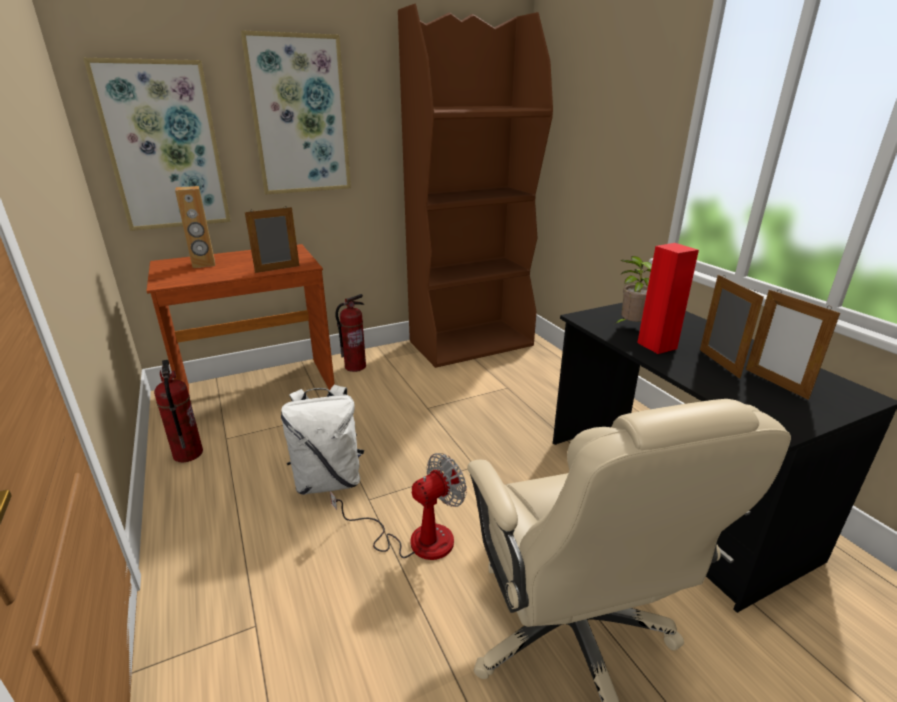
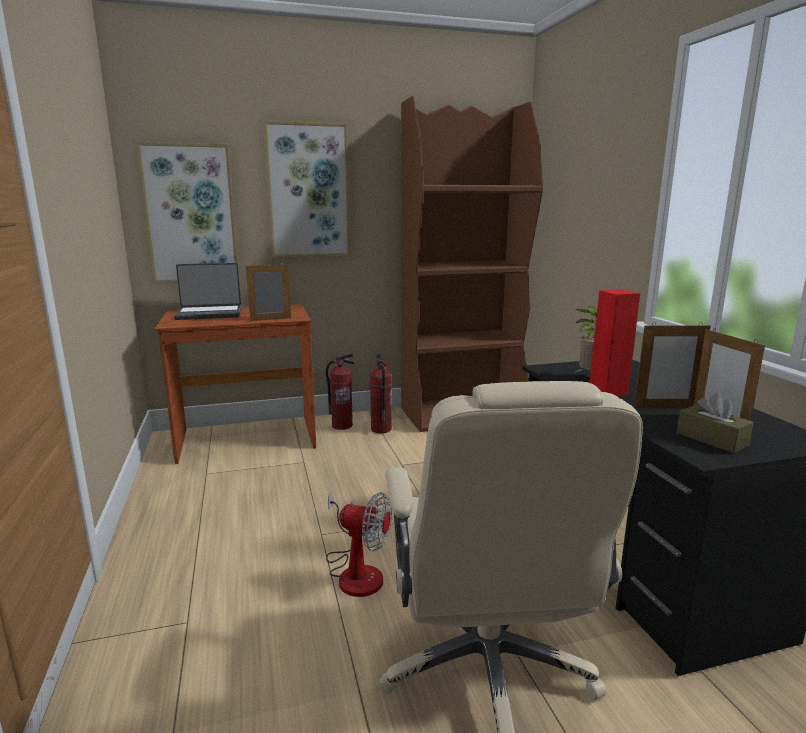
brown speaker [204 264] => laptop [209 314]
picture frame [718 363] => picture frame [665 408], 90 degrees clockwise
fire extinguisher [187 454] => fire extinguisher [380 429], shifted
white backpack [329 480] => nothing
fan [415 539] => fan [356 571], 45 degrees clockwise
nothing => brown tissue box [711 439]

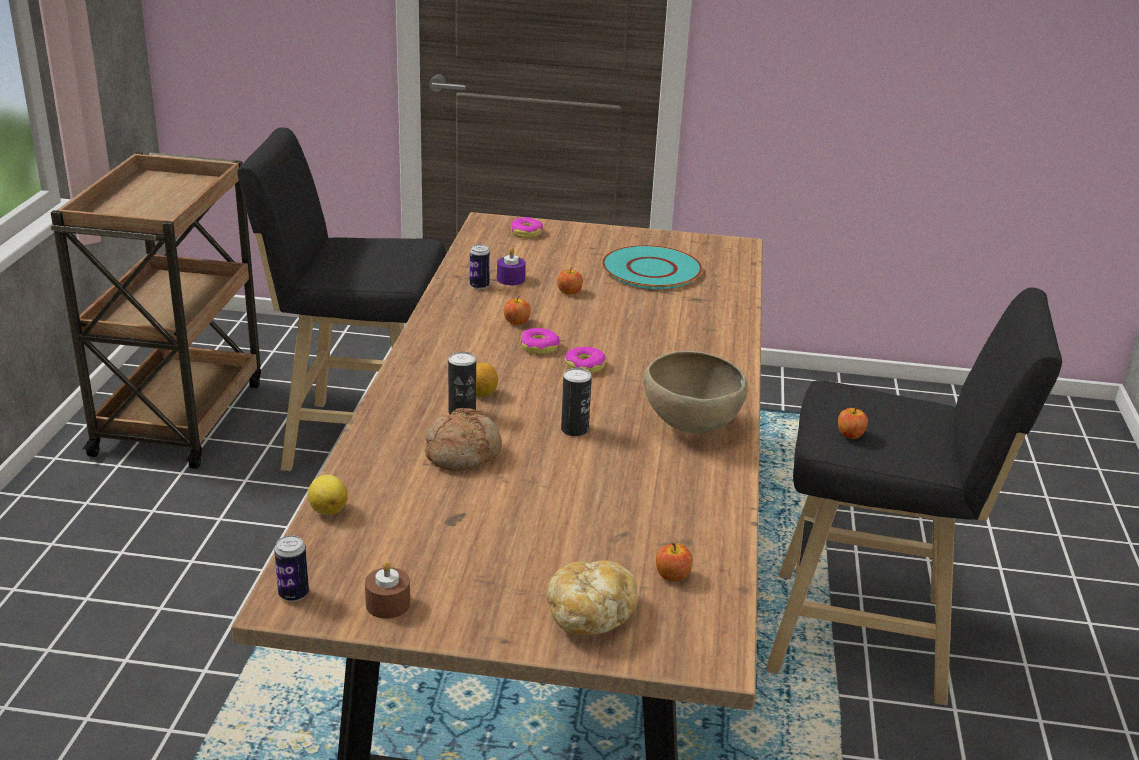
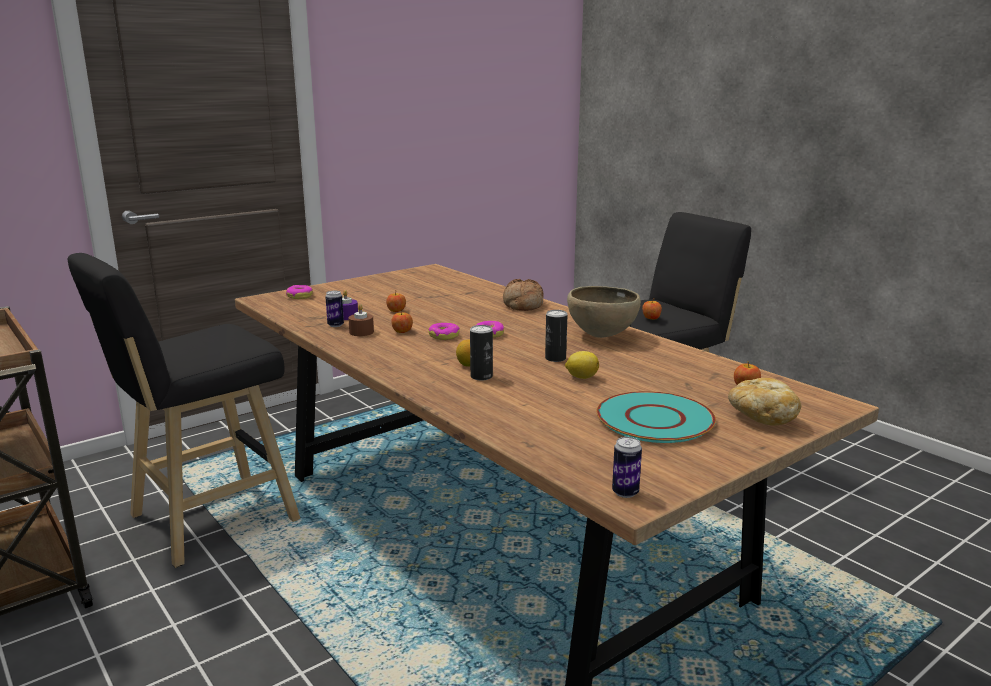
turquoise plate [651 270] => turquoise plate [655 419], shifted
bread [462 452] => bread [522 305], shifted
lemon [328 509] => lemon [581 377], shifted
brown candle [388 604] => brown candle [361 332], shifted

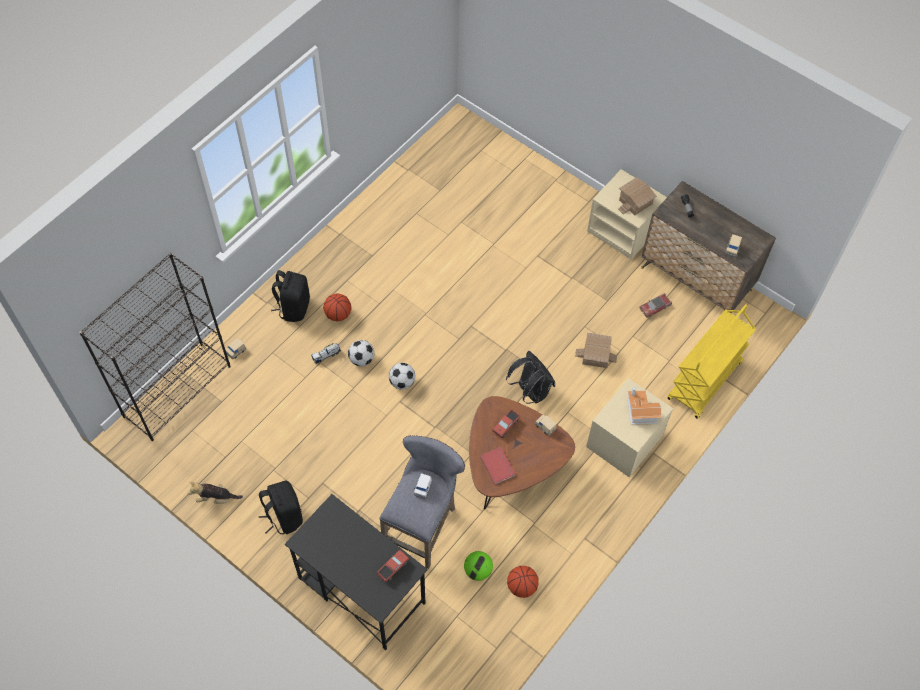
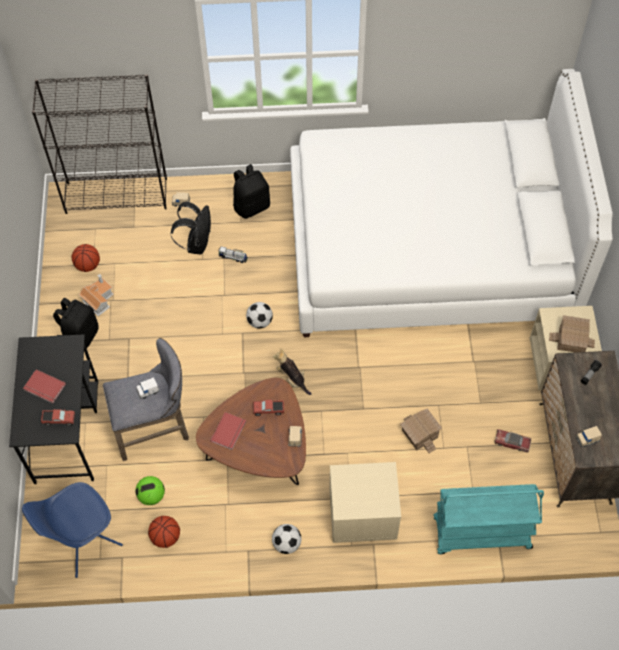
basketball [338 314] => basketball [88 265], shifted
yellow cart [704 381] => turquoise cart [481 533]
football [361 359] => football [287 543], shifted
black backpack [530 391] => black backpack [197 243], shifted
toy house [640 411] => toy house [98 299], shifted
plush toy [216 498] => plush toy [292 378], shifted
nothing => white bed [429 249]
nothing => red book [44 388]
nothing => blue chair [83 541]

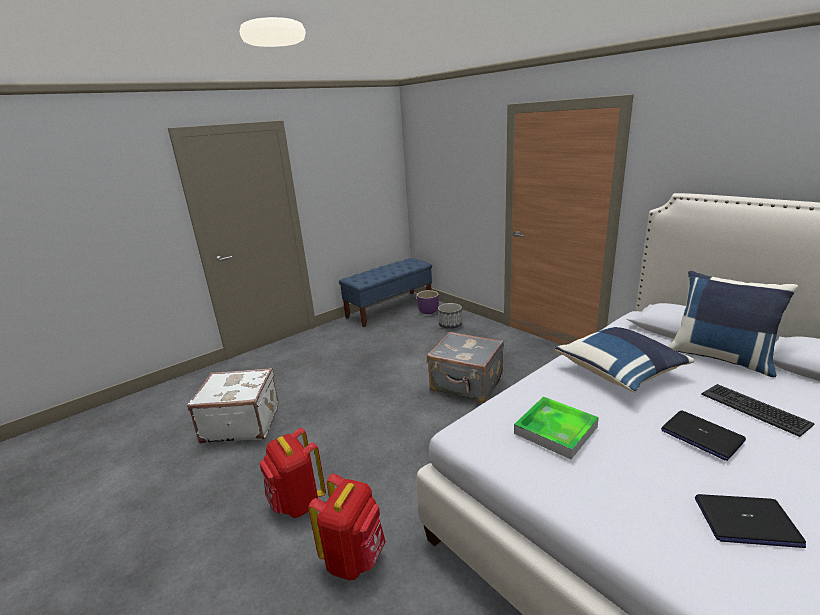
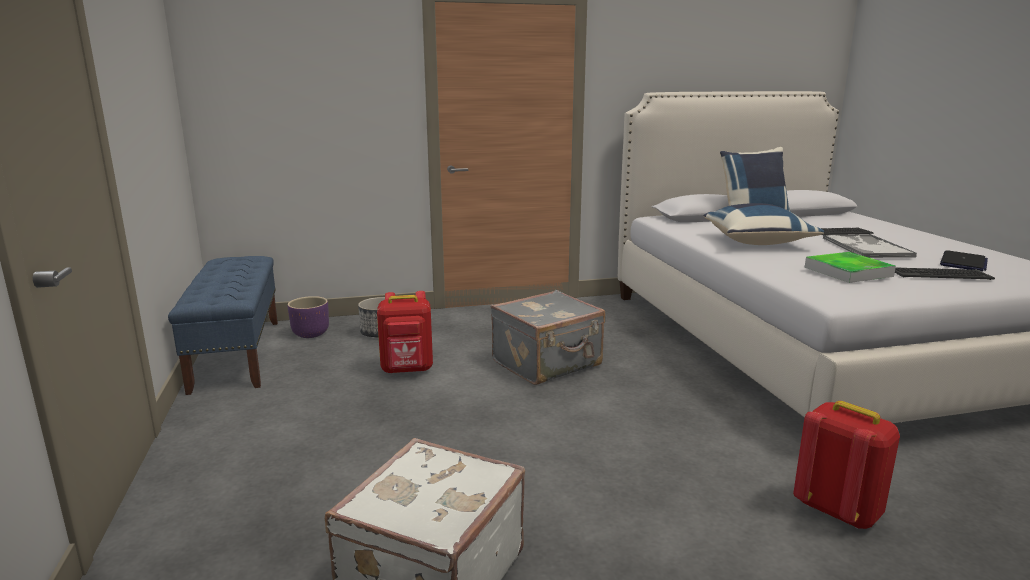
laptop [701 436] => tray [866 247]
red backpack [297 503] => red backpack [407 370], shifted
nothing => keyboard [939 274]

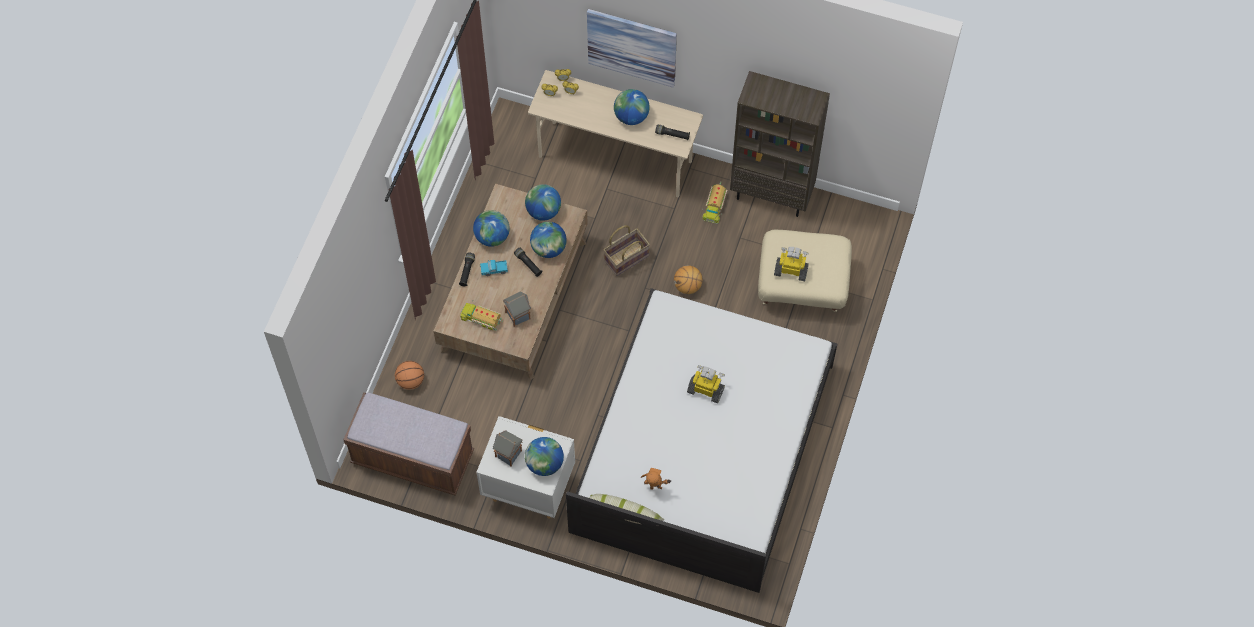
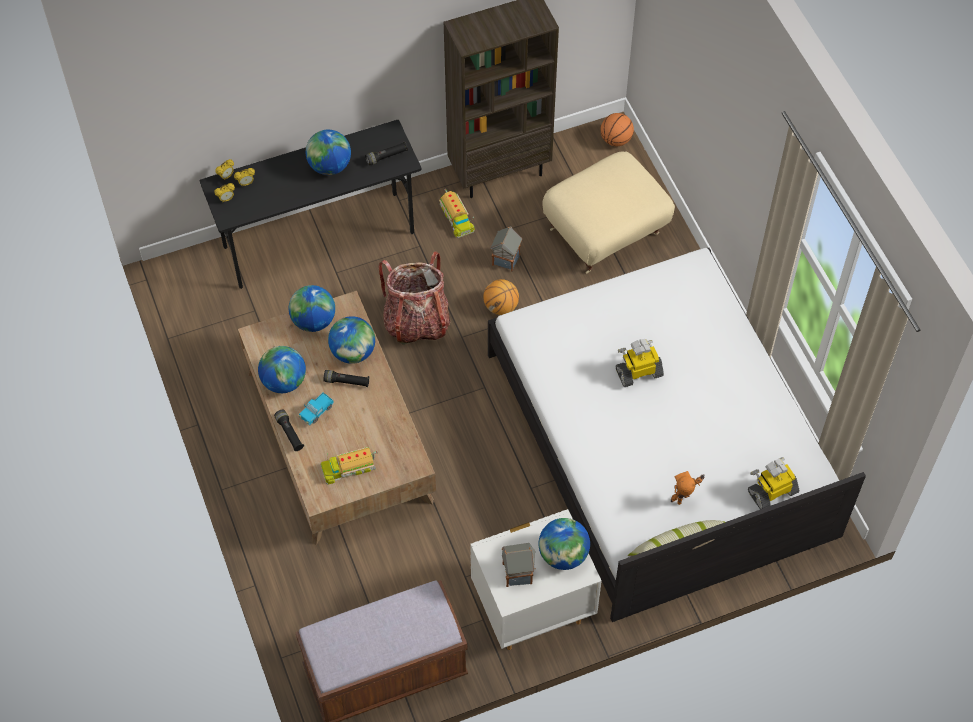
picture [632 47] => nothing
beige desk [616 159] => black desk [319 239]
basket [626 257] => backpack [416 322]
toy robot [791 270] => toy robot [772 491], shifted
toy house [518 315] => toy house [506 259], shifted
basketball [410 381] => basketball [616 140], shifted

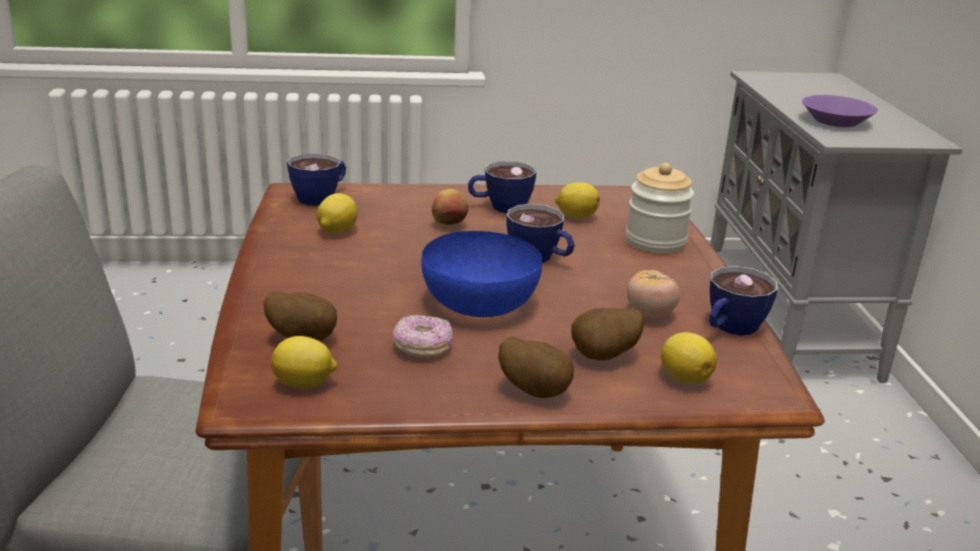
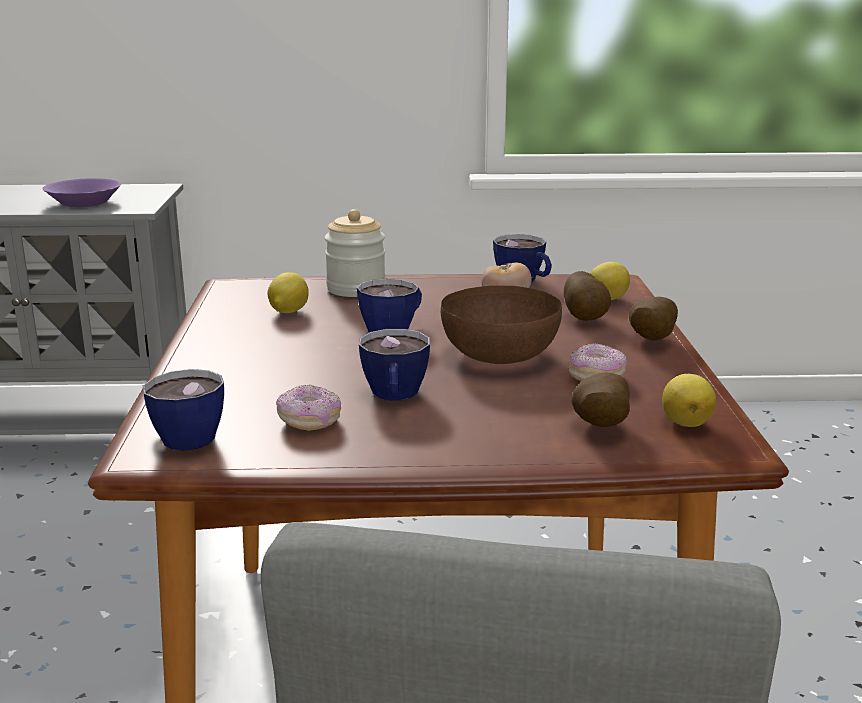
cup [500 207] => cup [395 396], shifted
apple [449 225] => nothing
lemon [336 231] => donut [310 421]
blue bowl [478 303] => brown bowl [499 355]

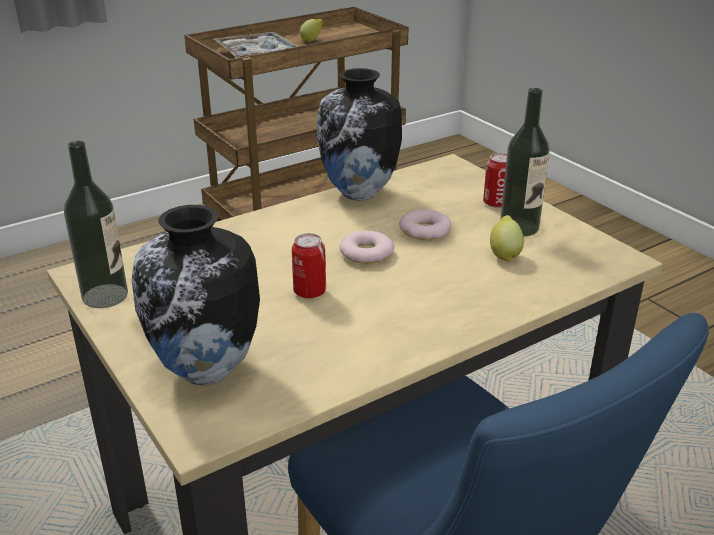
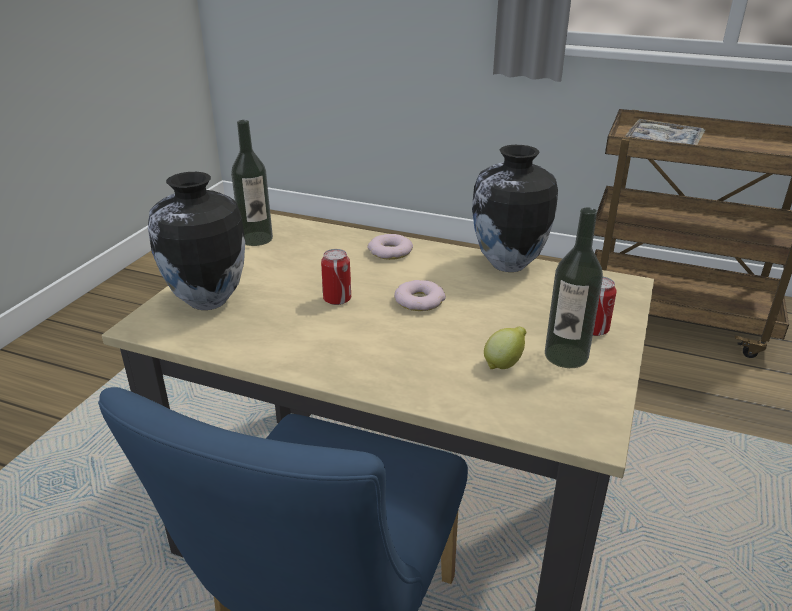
lemon [311 40] => nothing
donut [425 230] => donut [390 251], shifted

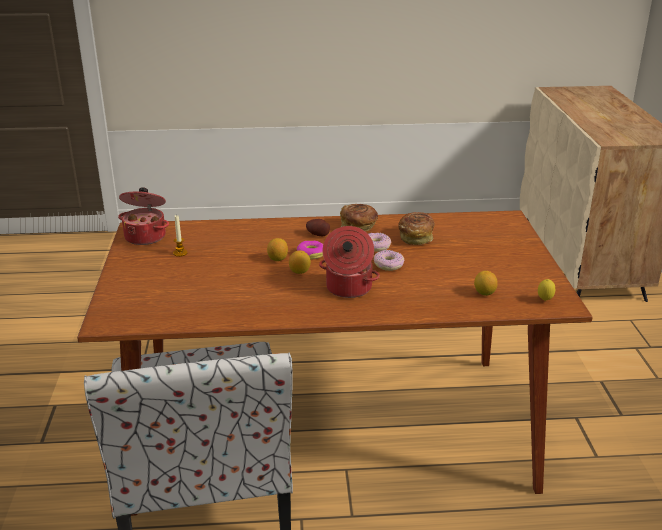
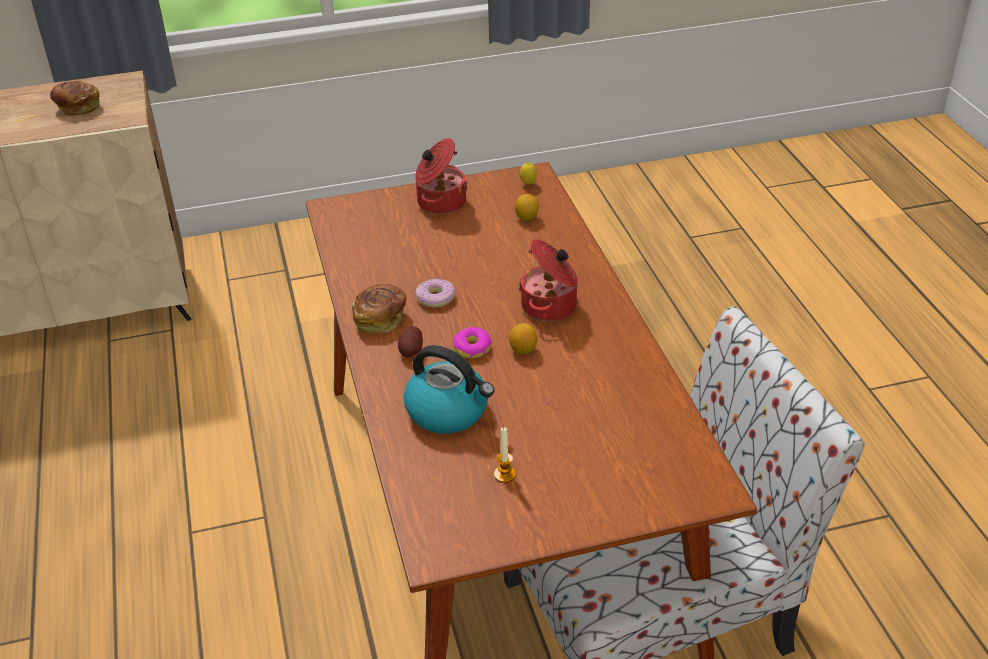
cooking pot [146 236] => cooking pot [440 202], shifted
bread [416 237] => bread [77 107], shifted
lemon [277 259] => nothing
donut [388 265] => nothing
nothing => kettle [449 411]

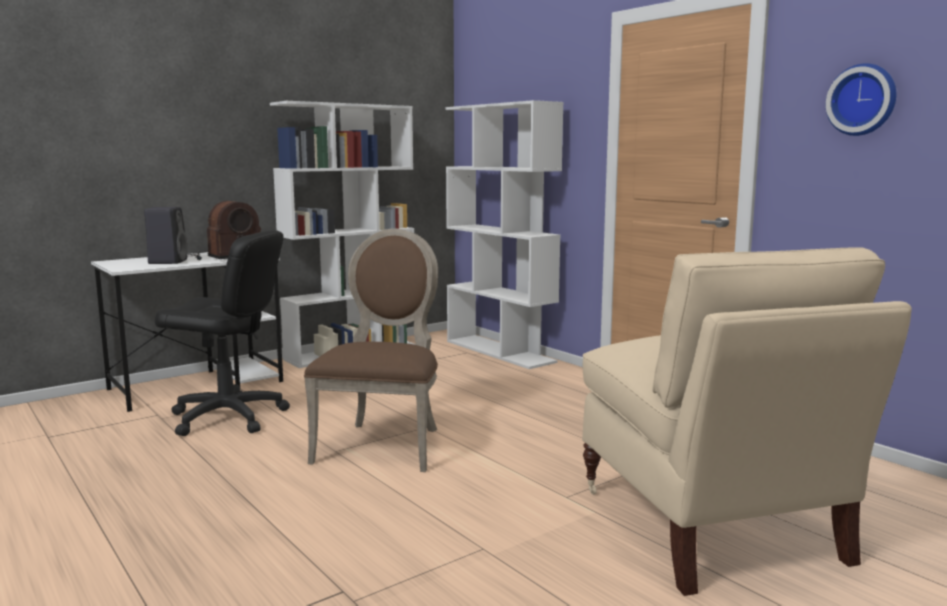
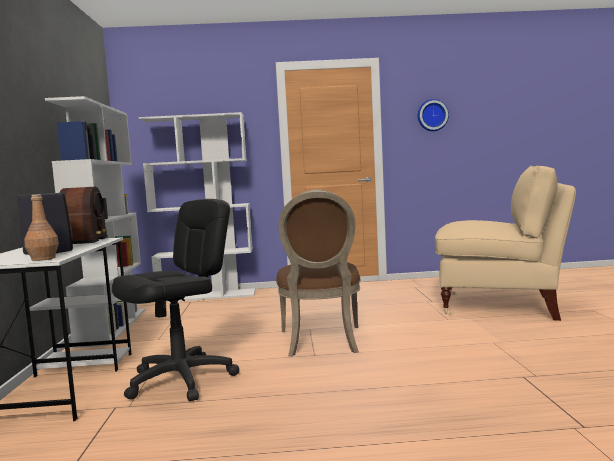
brown chair [383 444] => brown chair [321 342], 135 degrees counterclockwise
nothing => brown bottle [43 259]

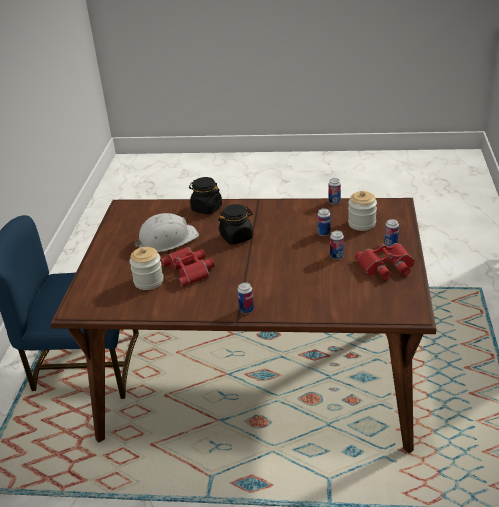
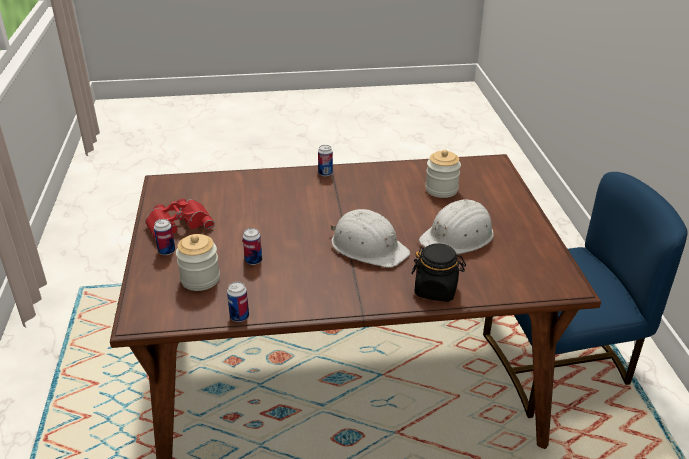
black jar [237 237] => white hard hat [368 247]
can [336 256] => nothing
red binoculars [190 269] => nothing

